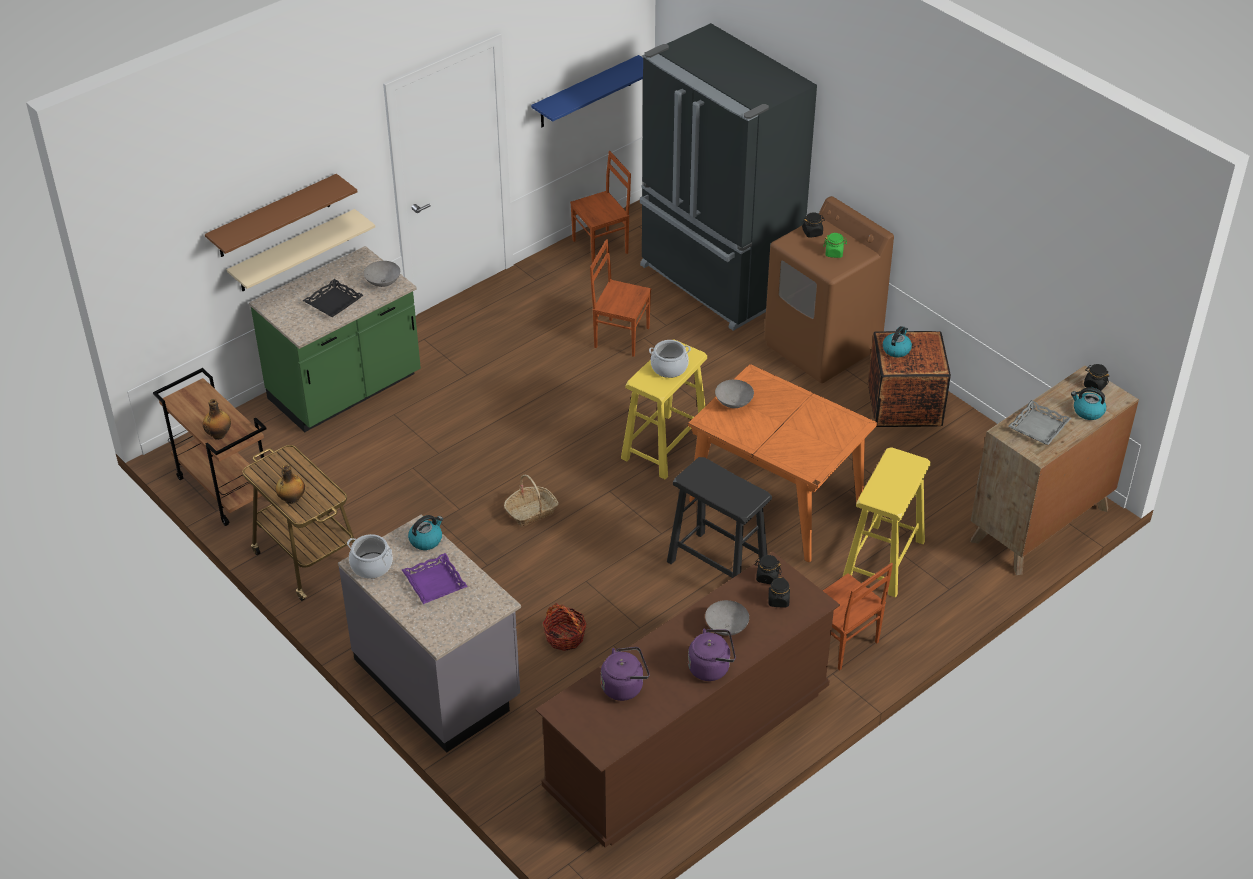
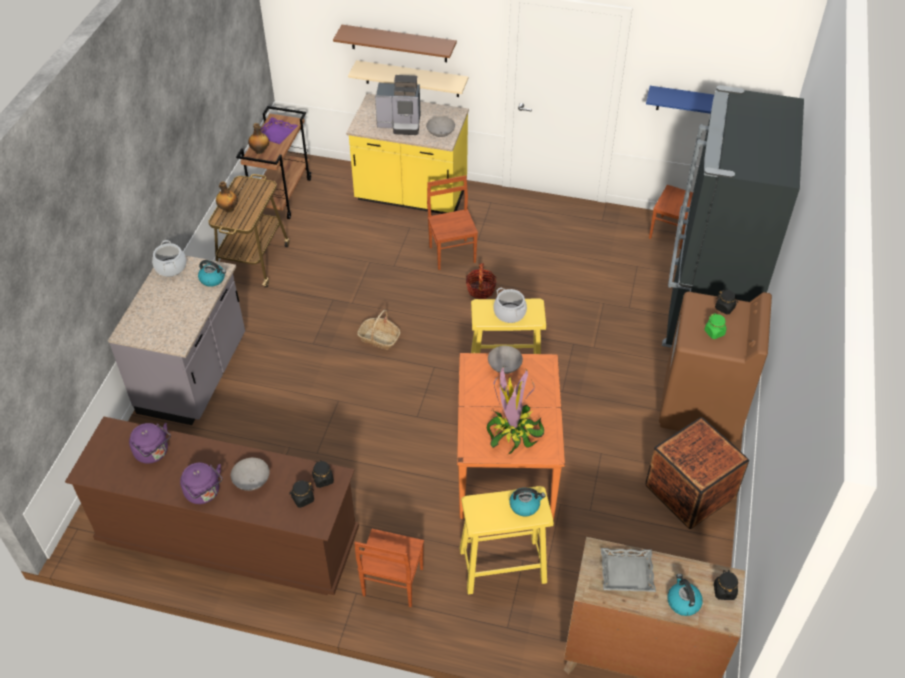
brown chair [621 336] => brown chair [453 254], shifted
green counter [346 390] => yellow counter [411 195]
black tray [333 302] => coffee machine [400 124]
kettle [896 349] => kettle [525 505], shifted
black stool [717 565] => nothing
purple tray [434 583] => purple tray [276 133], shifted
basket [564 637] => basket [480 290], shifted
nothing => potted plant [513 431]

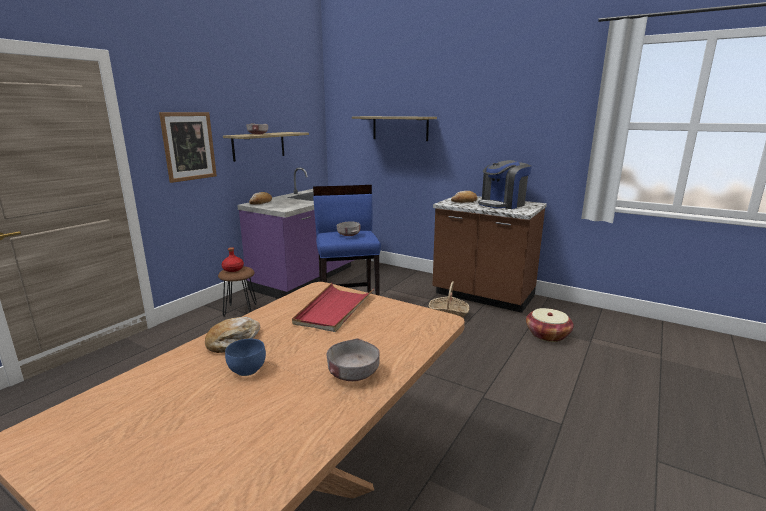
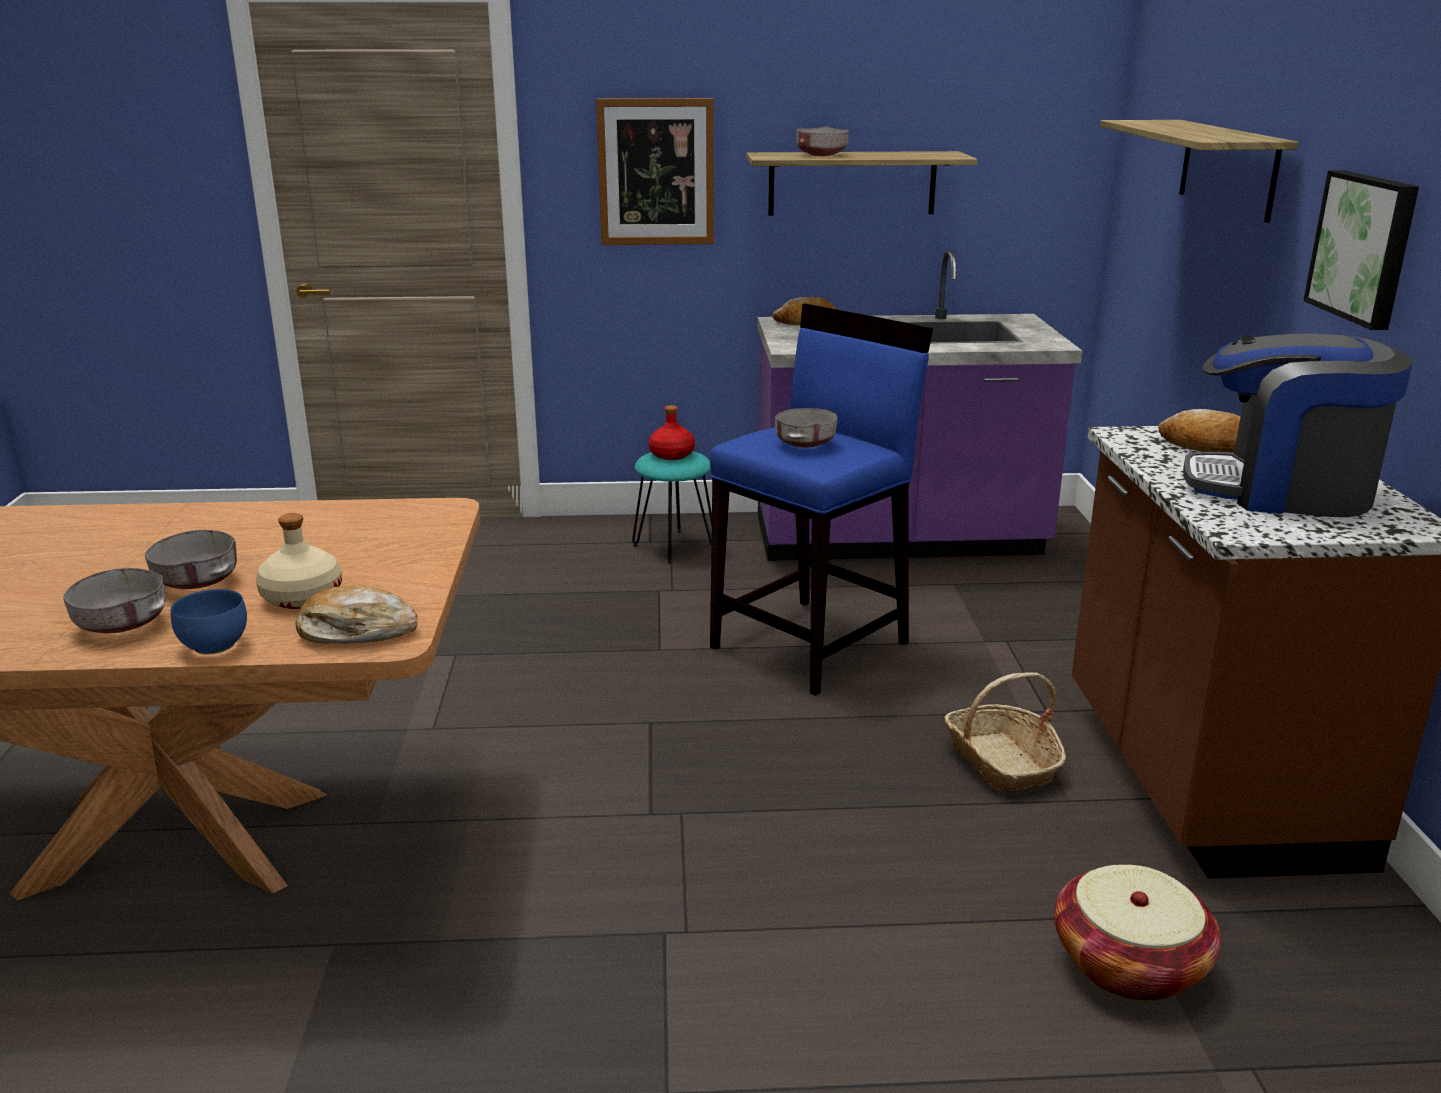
brown stool [240 310] => turquoise stool [674 547]
red tray [334 310] => nothing
bread [233 341] => bread [357 631], shifted
blue bowl [246 370] => blue bowl [215 644], shifted
nothing => picture [1365 247]
nothing => beige bottle [301 597]
nothing => grey bowl [197 582]

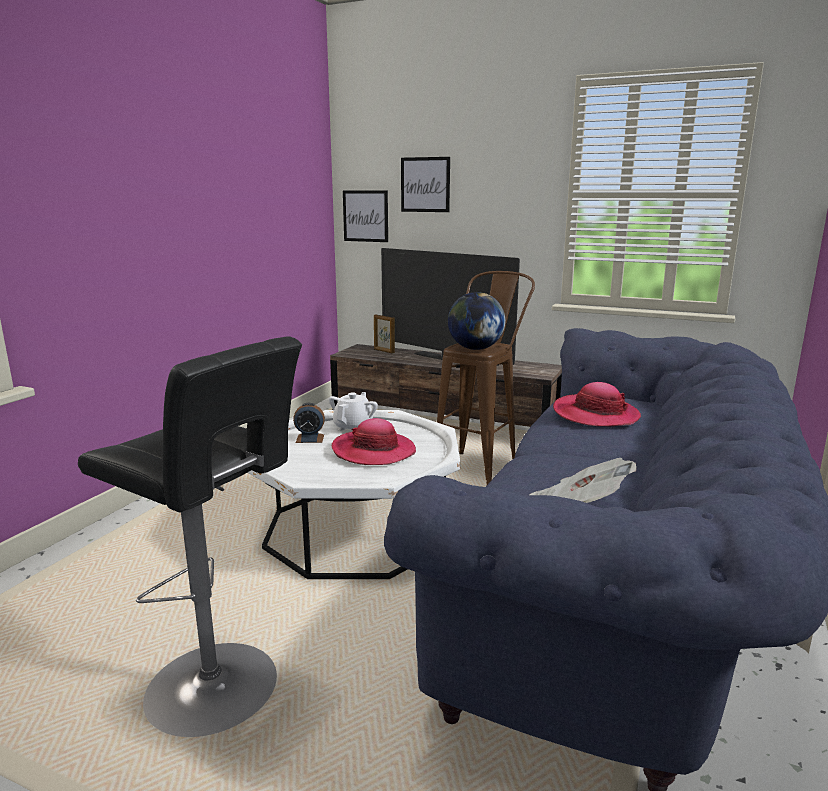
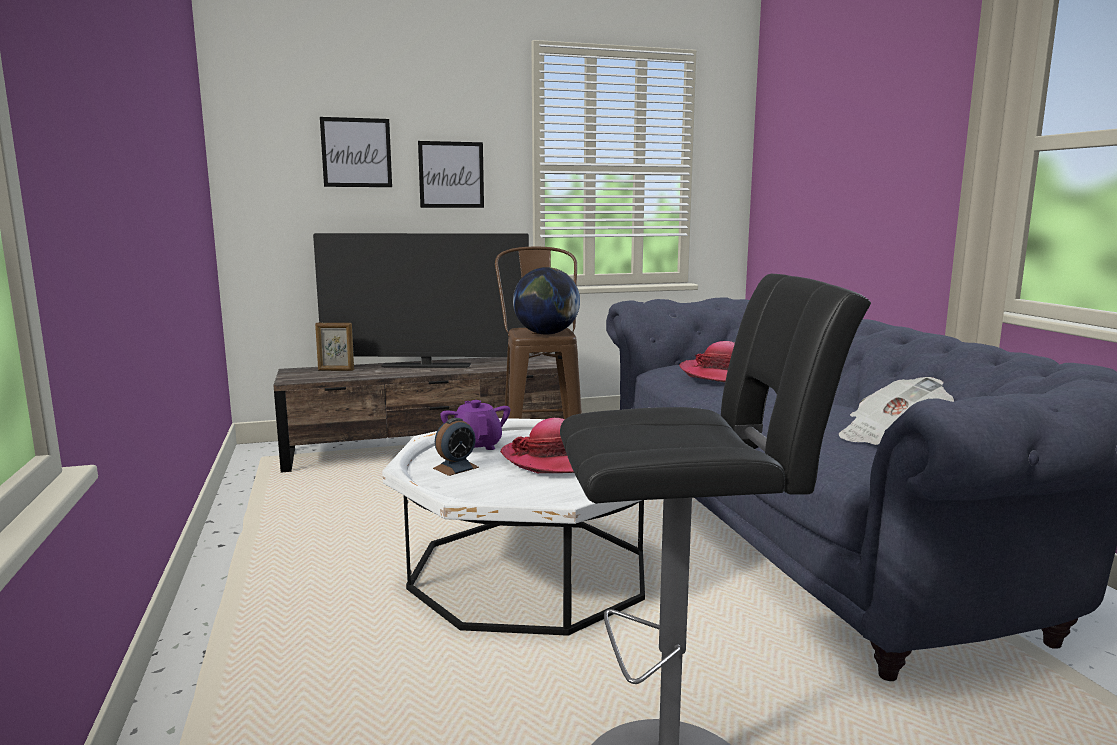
picture [365 216] => picture [451 175], shifted
white teapot [353 427] => purple teapot [476 446]

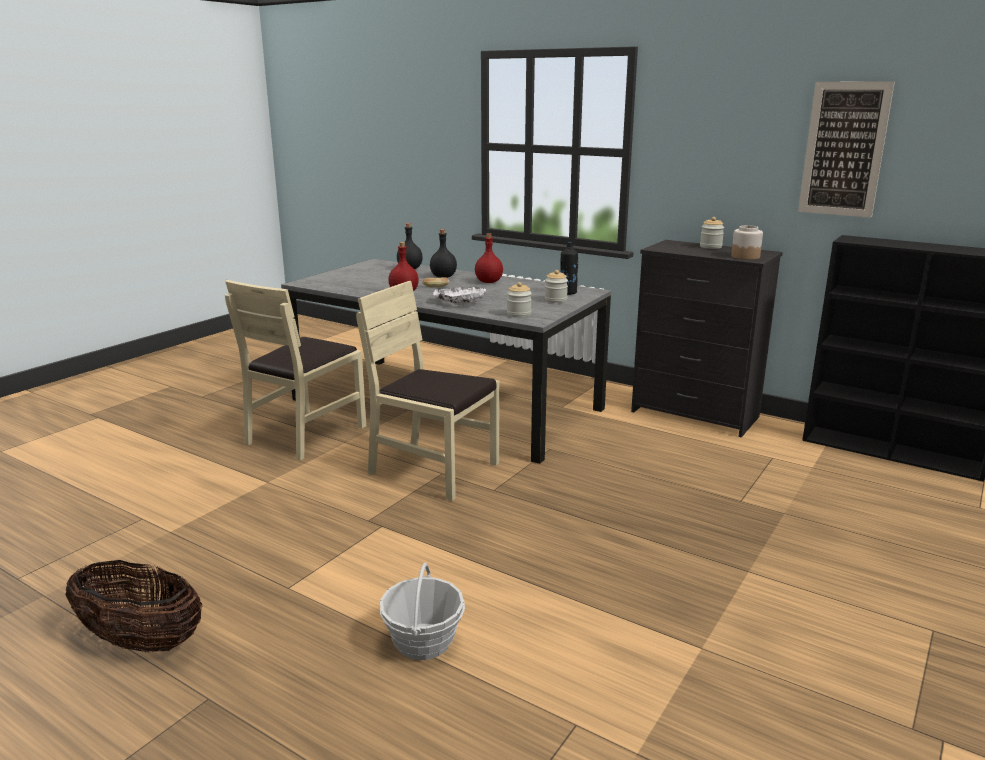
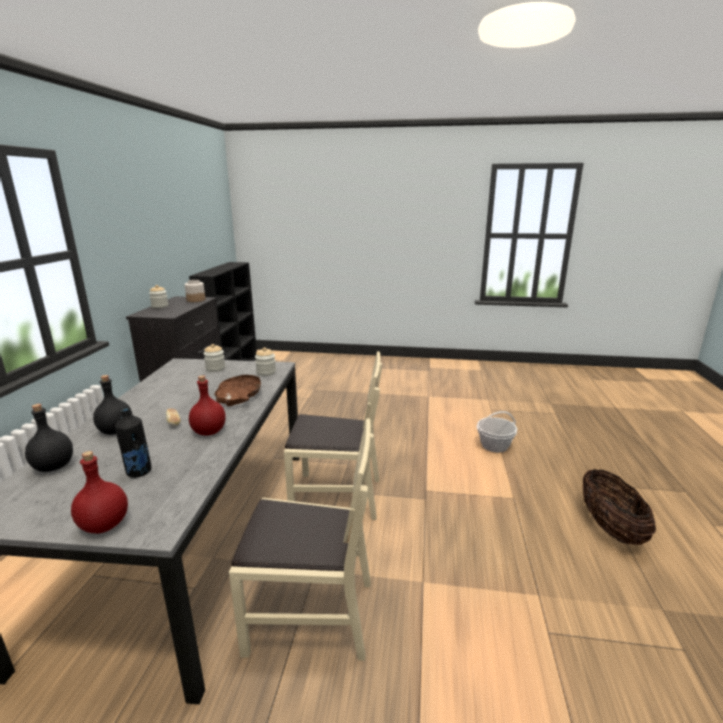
picture [844 149] => nothing
red bottle [489 282] => red bottle [105 524], shifted
black bottle [568 293] => black bottle [138 472], shifted
beige chair [433 469] => beige chair [336 496], 90 degrees counterclockwise
white bowl [461 302] => brown bowl [239 397]

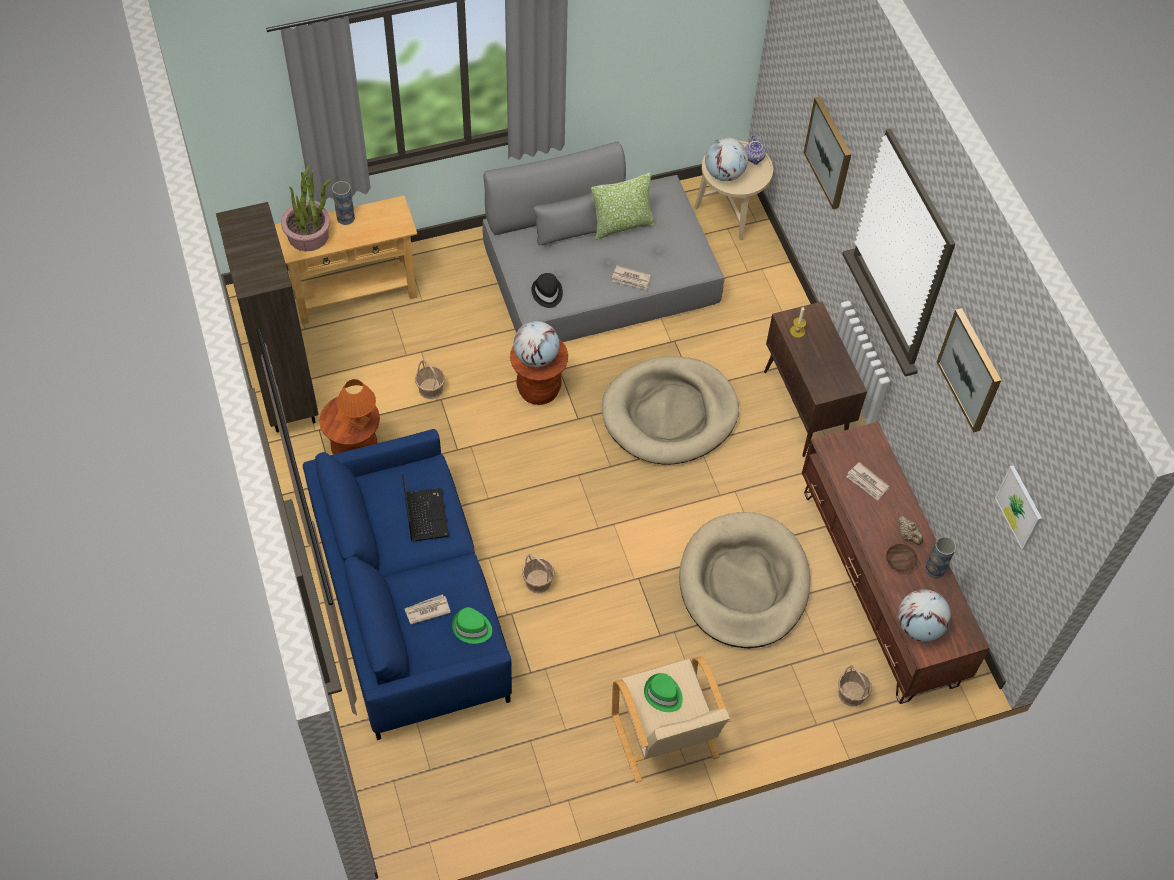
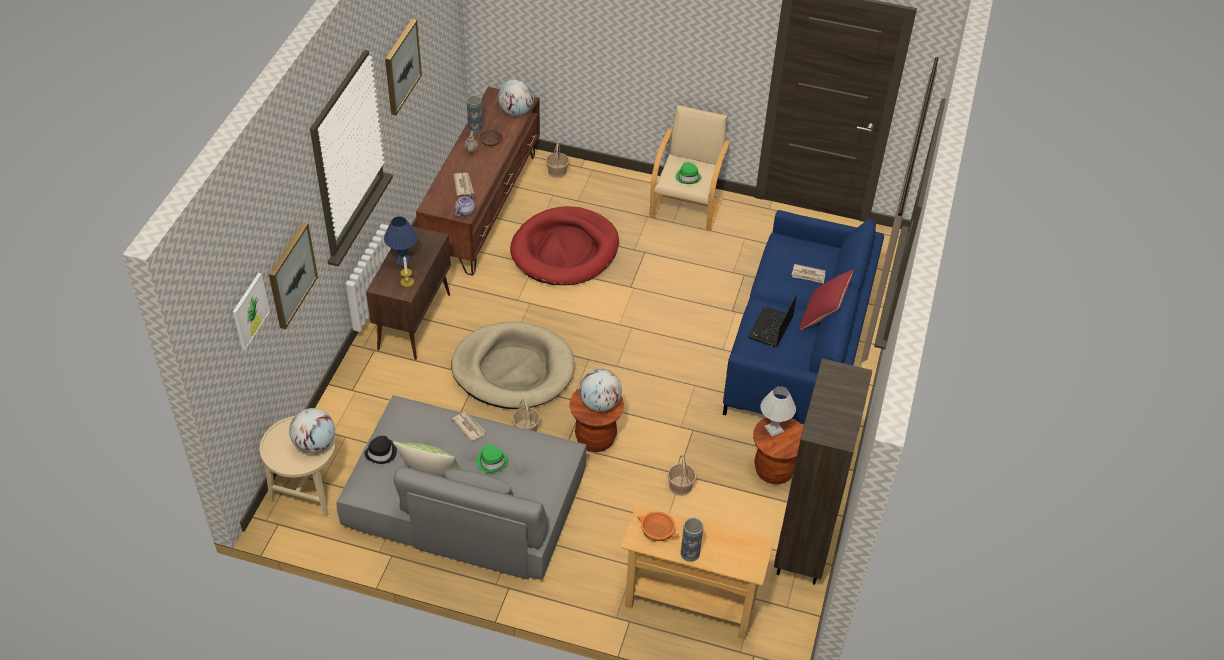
teapot [754 158] => teapot [465 212], shifted
potted plant [309 235] => nothing
black hat [547 293] => black hat [381 453], shifted
orange table lamp [359 422] => white table lamp [774 429]
picture [1019 507] => picture [250 311], shifted
beige dog bed [743 583] => red dog bed [565 250]
basket [538 581] => basket [526 429], shifted
green hat [472 628] => green hat [492 461], shifted
nothing => blue table lamp [403 261]
nothing => red pillow [822 316]
nothing => orange bowl [656 532]

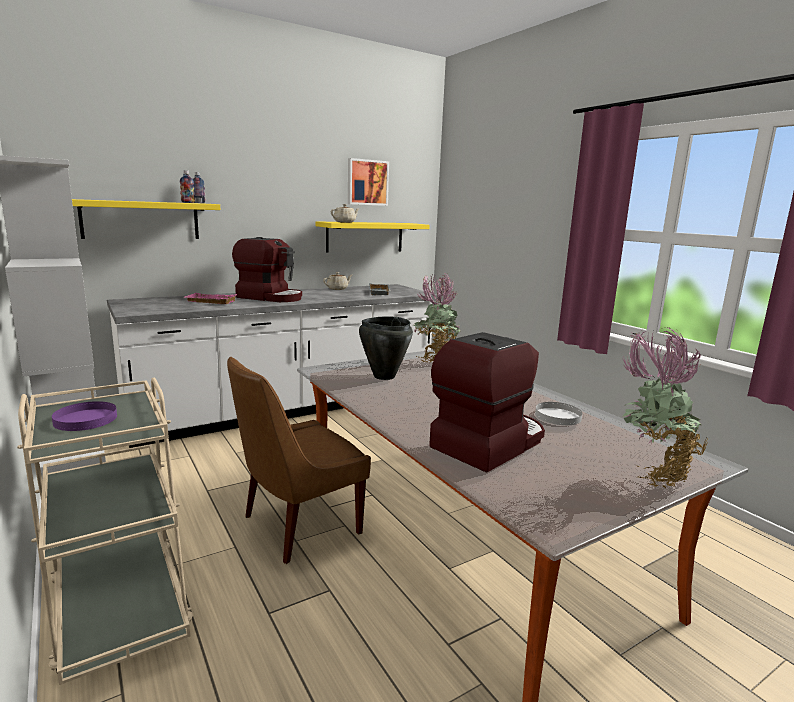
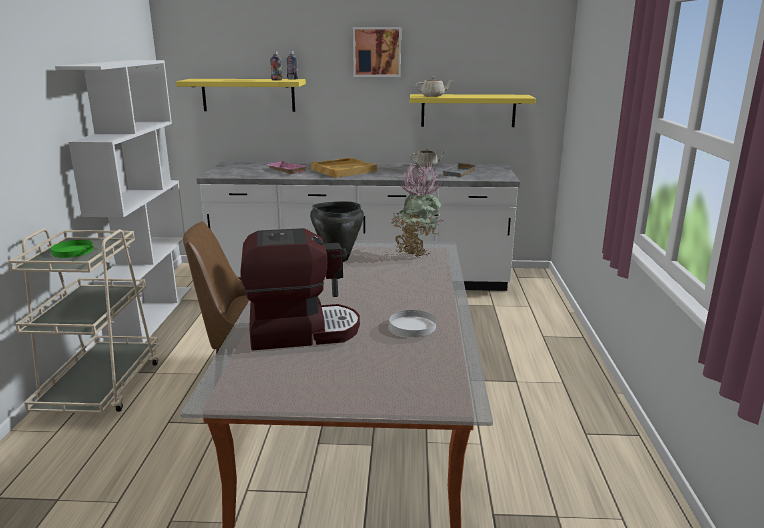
picture [367 182] => picture [377 52], shifted
coffee machine [270 297] => beige tray [343 170]
potted plant [651 474] => nothing
purple plate [85 419] => green plate [73 251]

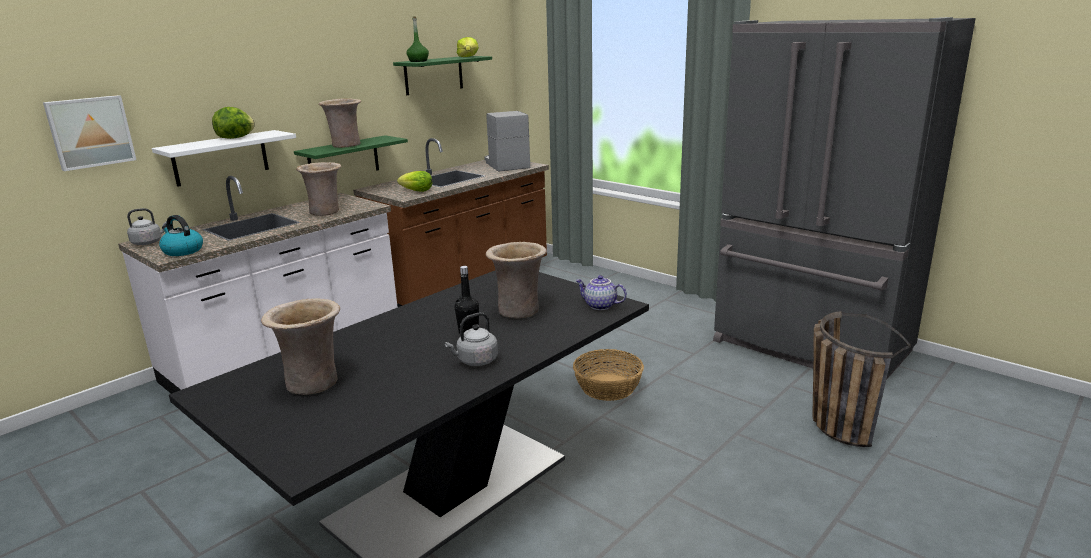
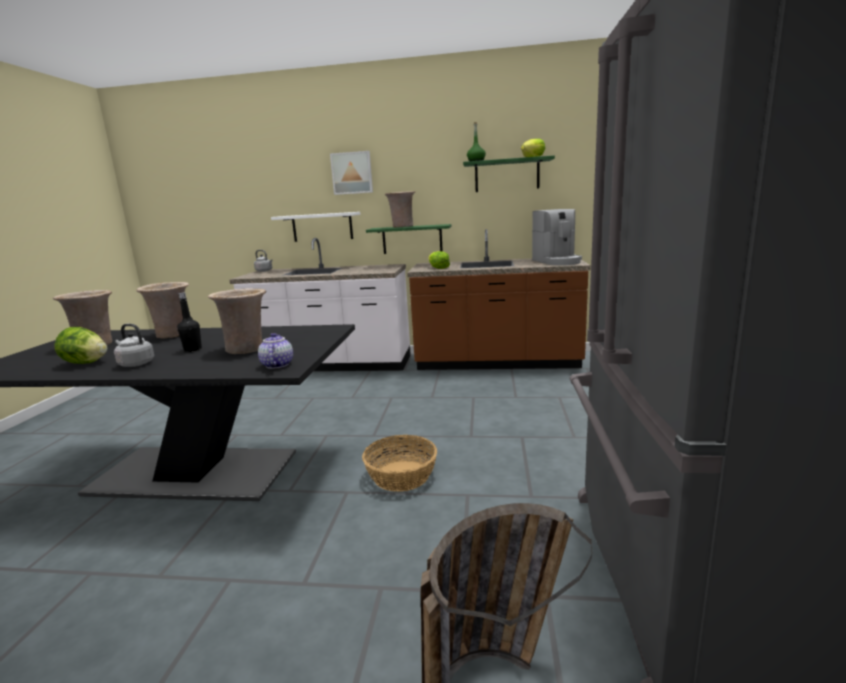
picture [90 132] => picture [352 173], shifted
lettuce [236 138] => lettuce [85 363], shifted
coffee machine [506 165] => coffee machine [557 261], 135 degrees clockwise
beige vase [326 212] => beige vase [173 334], shifted
kettle [182 251] => nothing

